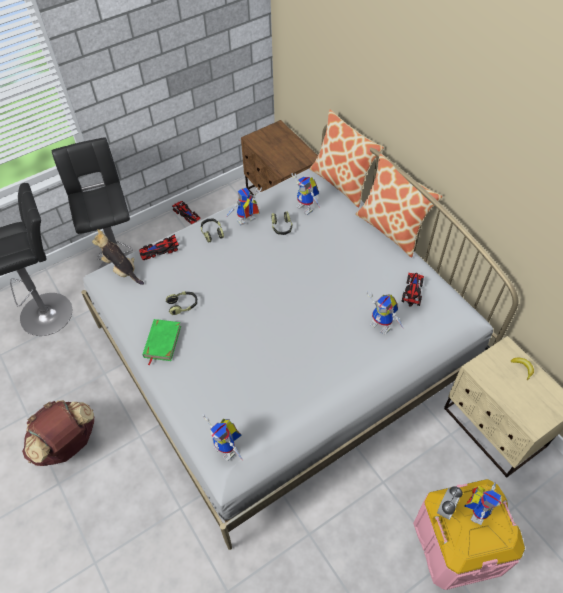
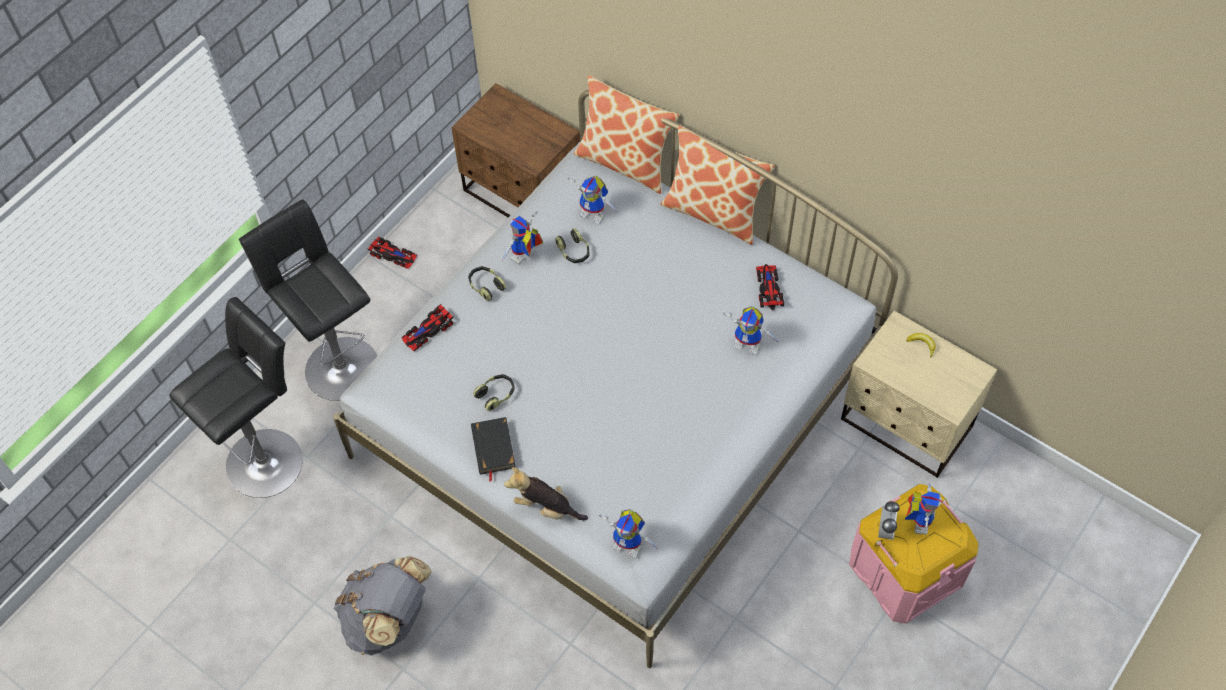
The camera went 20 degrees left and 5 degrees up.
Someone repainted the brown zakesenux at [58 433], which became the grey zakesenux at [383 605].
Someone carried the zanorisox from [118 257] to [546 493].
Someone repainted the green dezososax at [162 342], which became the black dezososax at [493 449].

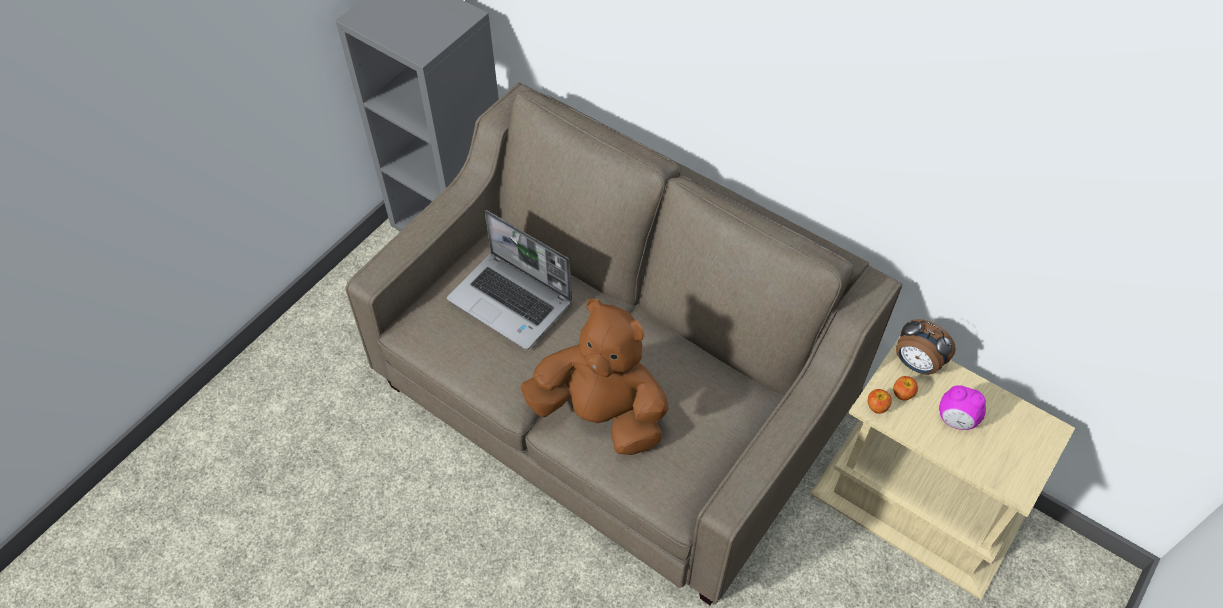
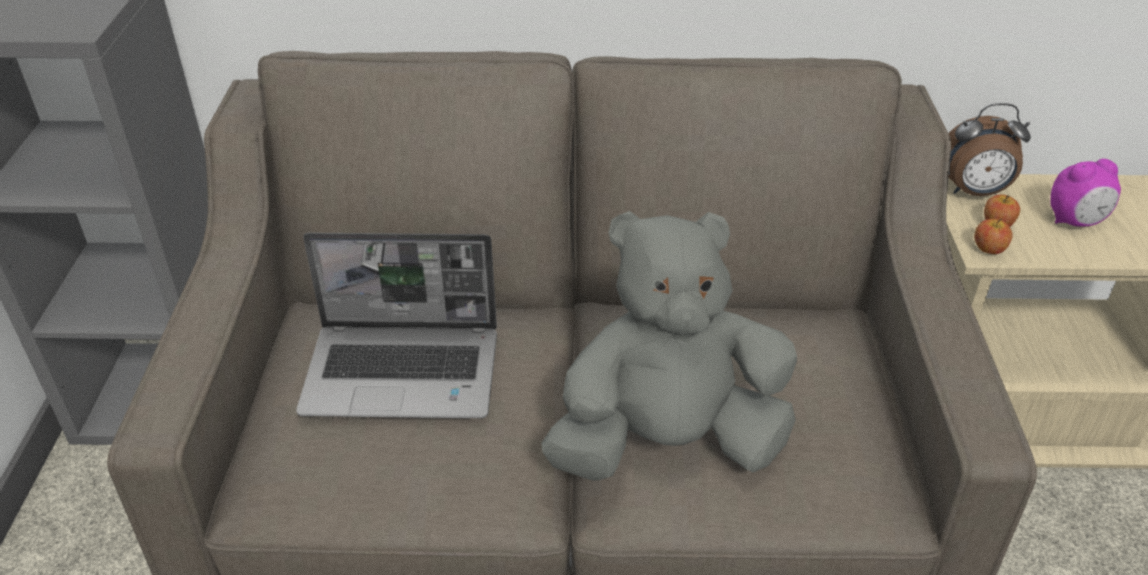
The camera went 35 degrees left and 15 degrees down.
Someone repainted the brown zanorisox at [594 377], which became the grey zanorisox at [669 346].

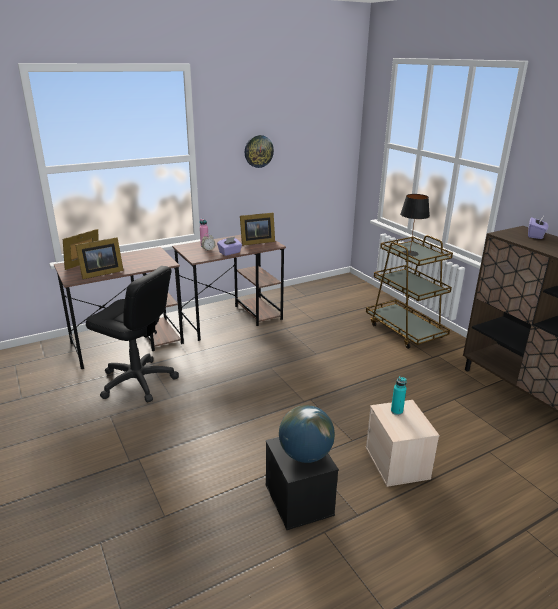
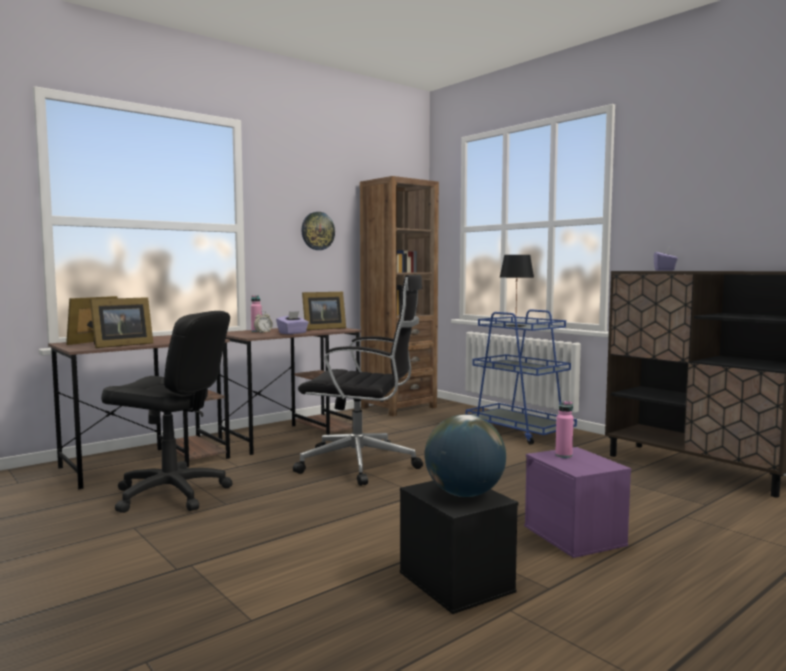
The camera went 10 degrees left and 20 degrees down.
Someone repainted the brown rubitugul at [409 292], which became the blue rubitugul at [521 377].
Someone repainted the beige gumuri at [402 443], which became the purple gumuri at [577 502].
Someone repainted the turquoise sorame at [399 395], which became the pink sorame at [564 429].
Someone put down the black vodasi at [358 380].
Someone put down the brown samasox at [399 296].

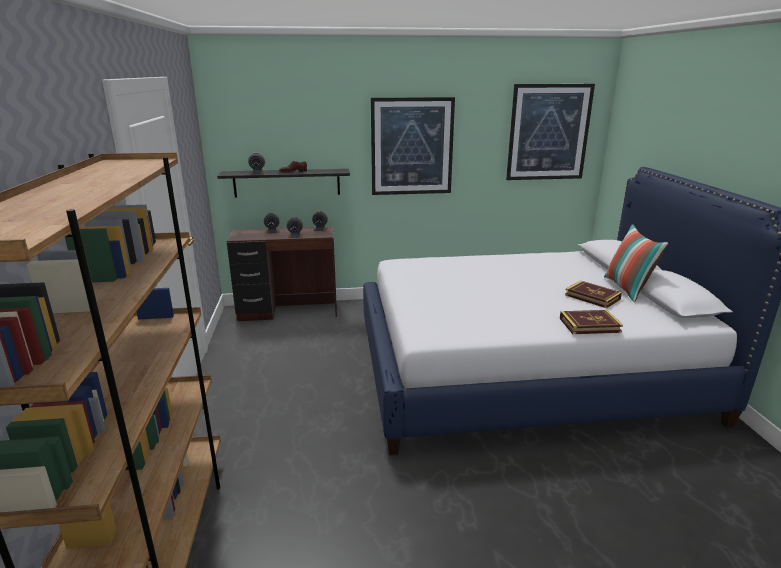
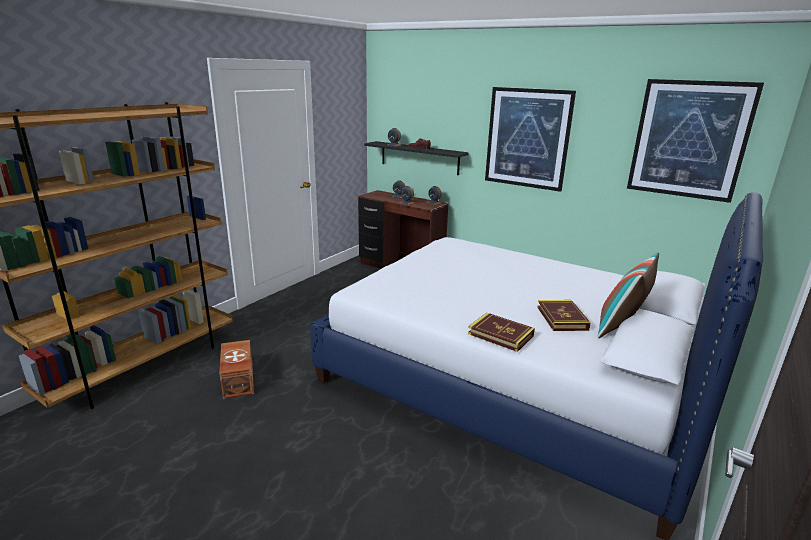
The camera went 40 degrees right and 0 degrees up.
Someone put down the brown gumuri at [236 369].

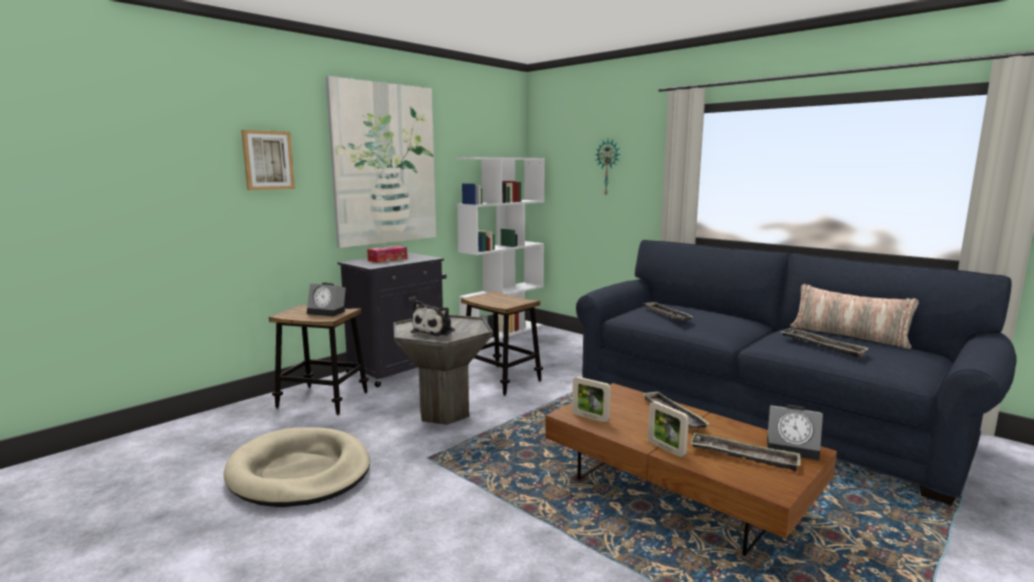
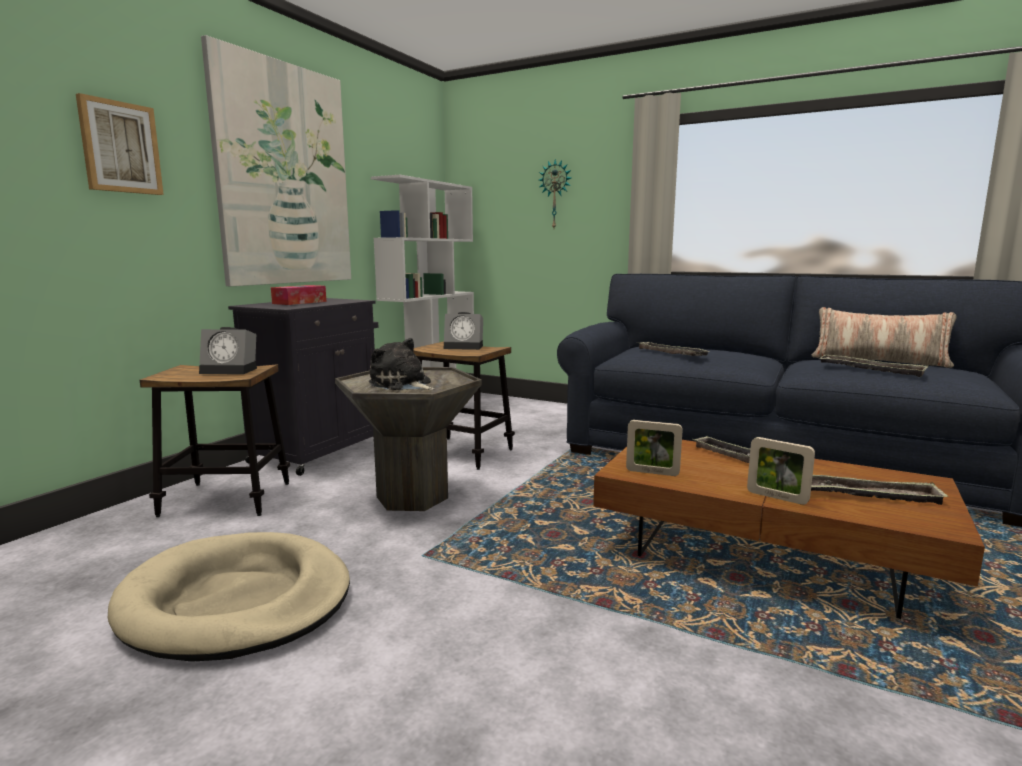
The camera went 15 degrees left and 0 degrees up.
Someone rotated the zanorisox at [433 318] by 120 degrees clockwise.
Someone carried the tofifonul from [795 432] to [463 331].

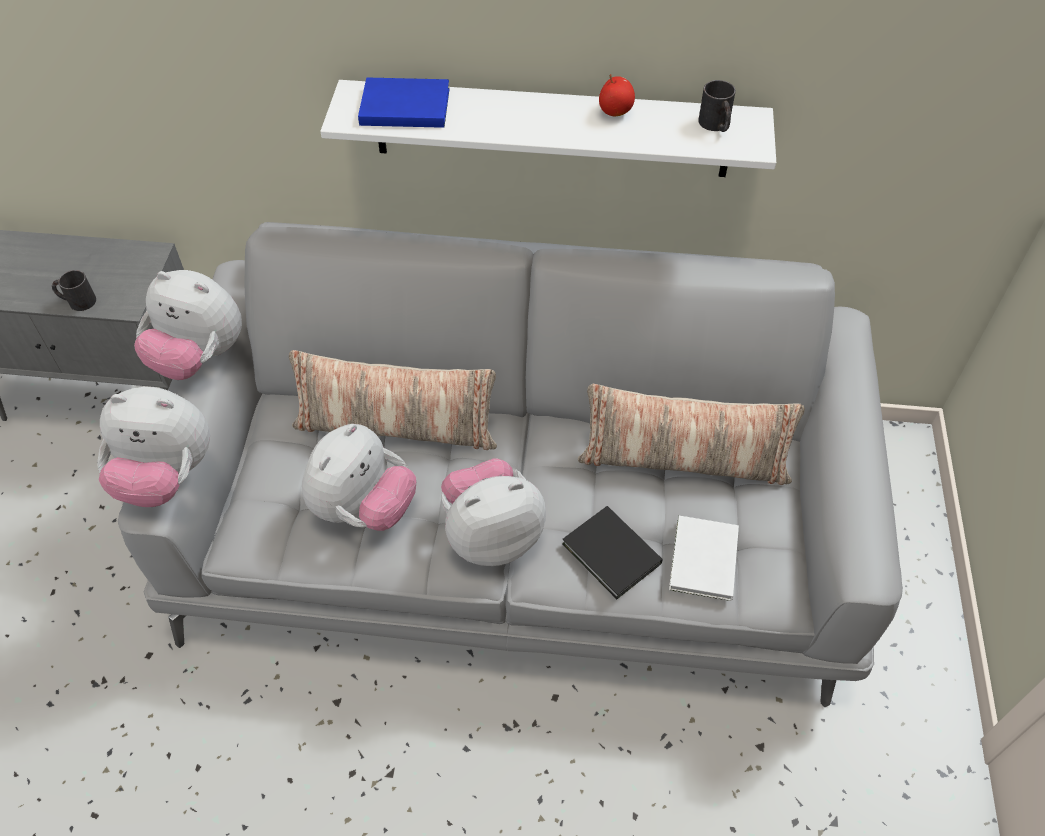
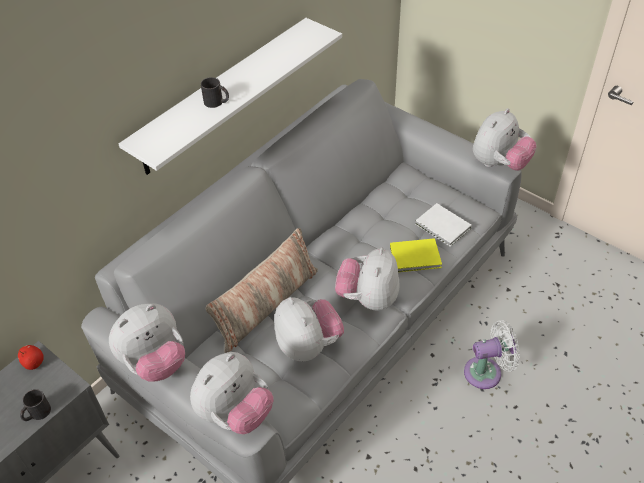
The camera went 55 degrees left and 5 degrees down.
Someone took away the blue dezososax at [404 103].
Someone repainted the black dezososax at [612 552], which became the yellow dezososax at [416 255].
Someone took away the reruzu at [691 434].
Someone carried the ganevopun from [617 95] to [31 357].
Someone carried the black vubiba from [717 106] to [215 92].
Someone put down the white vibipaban at [492 354].
Someone put down the zanorisox at [505 139].

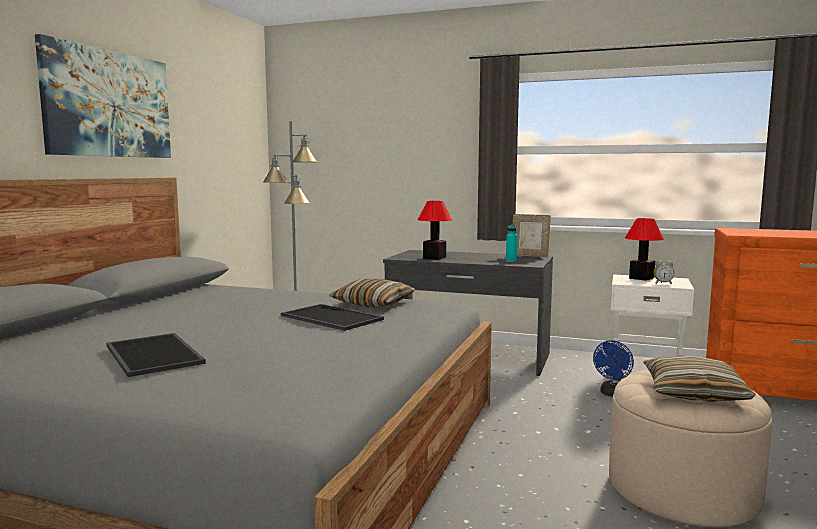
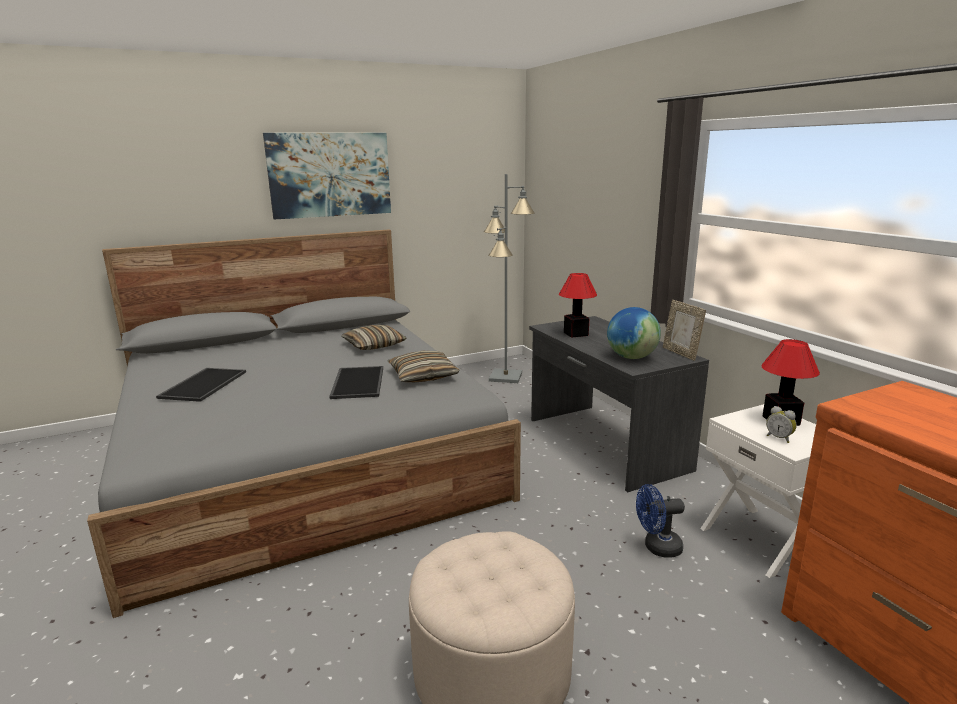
The camera went 45 degrees right and 10 degrees up.
Someone swapped the turquoise sorame at [512 243] for the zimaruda at [634 333].
Someone carried the reruzu from [699 379] to [373 337].

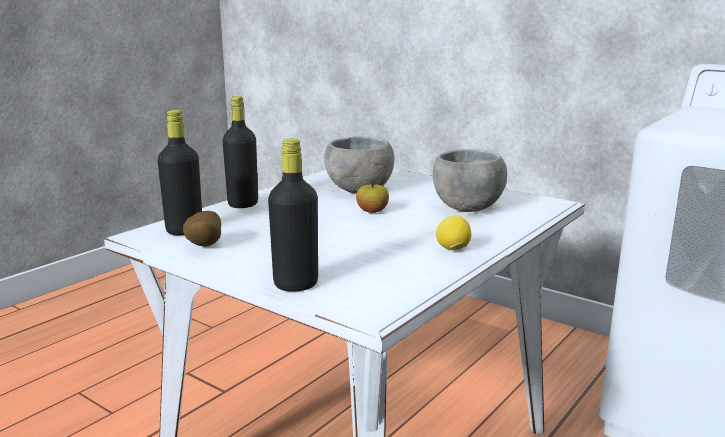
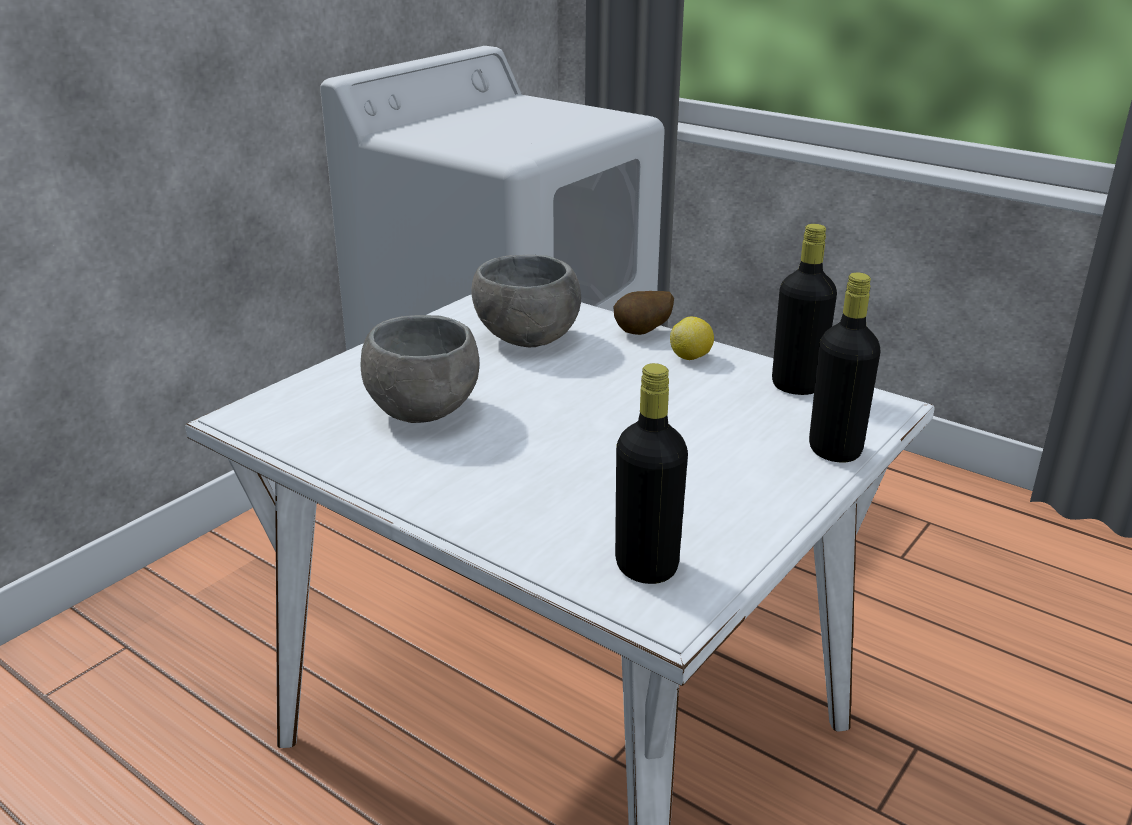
The camera went 90 degrees left and 10 degrees up.
Someone carried the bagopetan from [202 229] to [643 313].
Someone carried the black sorame from [240 152] to [804 309].
Someone took away the ganevopun at [372 198].

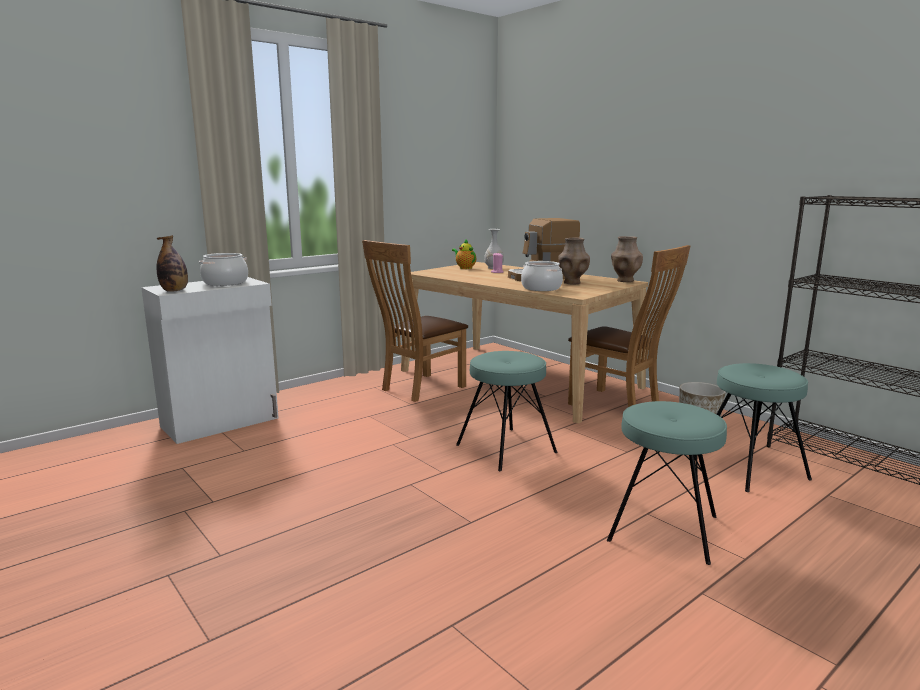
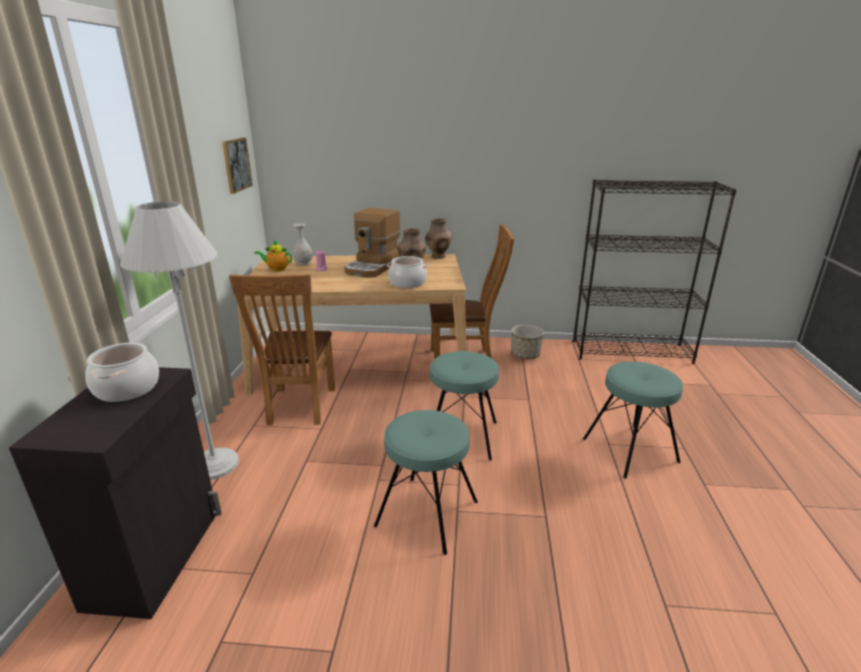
The camera went 45 degrees left and 10 degrees up.
Someone repainted the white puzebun at [210 360], which became the black puzebun at [115 493].
Someone took away the sorame at [172 263].
Someone carried the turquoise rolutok from [753 427] to [426 482].
Someone put down the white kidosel at [179 340].
Someone put up the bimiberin at [237 166].

